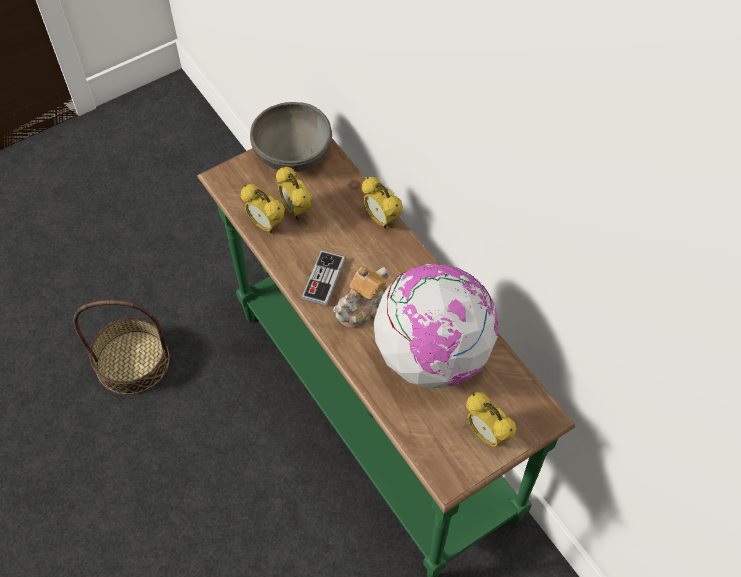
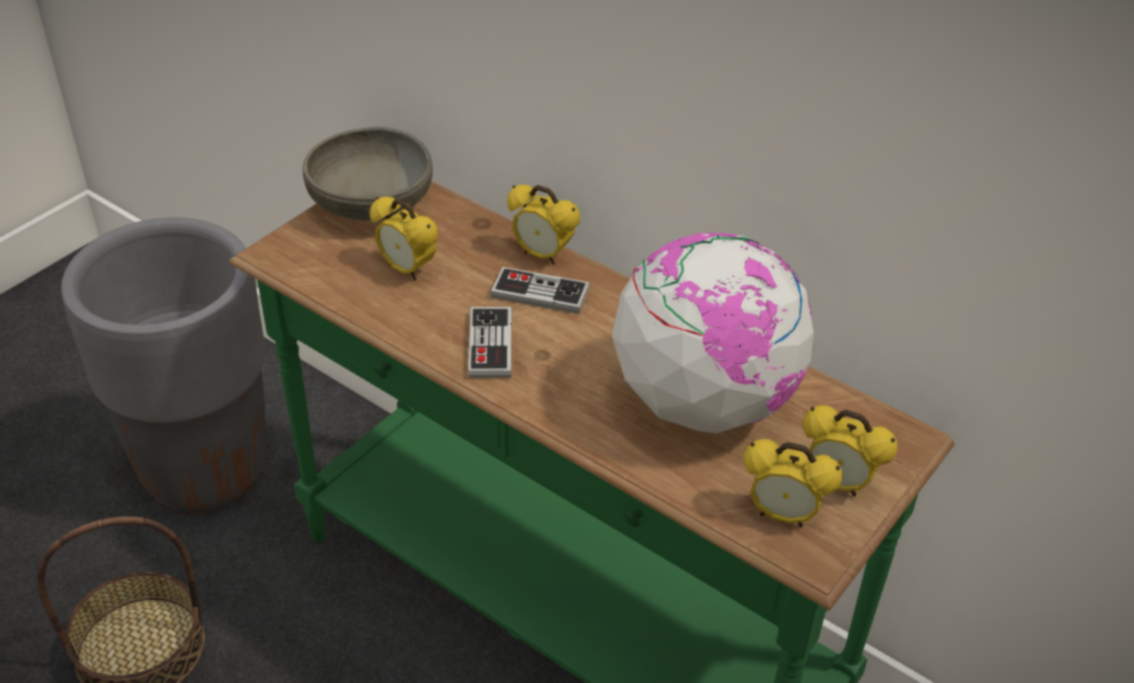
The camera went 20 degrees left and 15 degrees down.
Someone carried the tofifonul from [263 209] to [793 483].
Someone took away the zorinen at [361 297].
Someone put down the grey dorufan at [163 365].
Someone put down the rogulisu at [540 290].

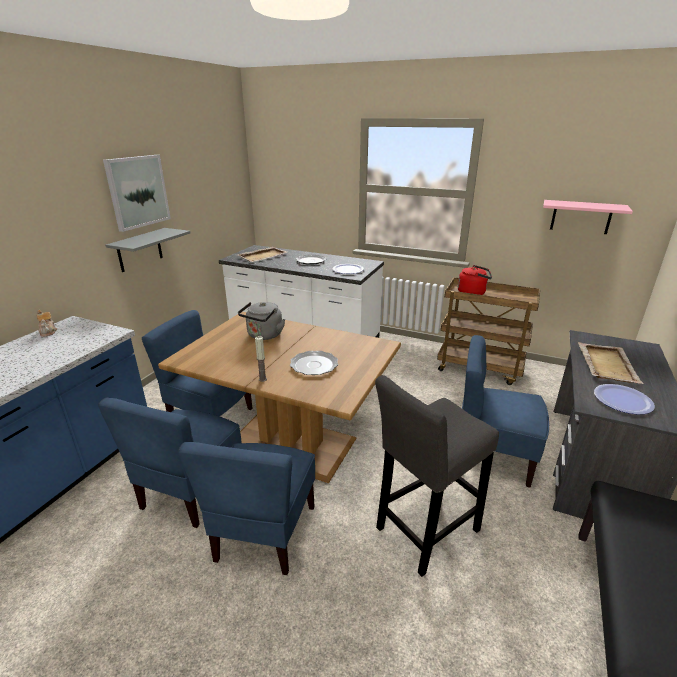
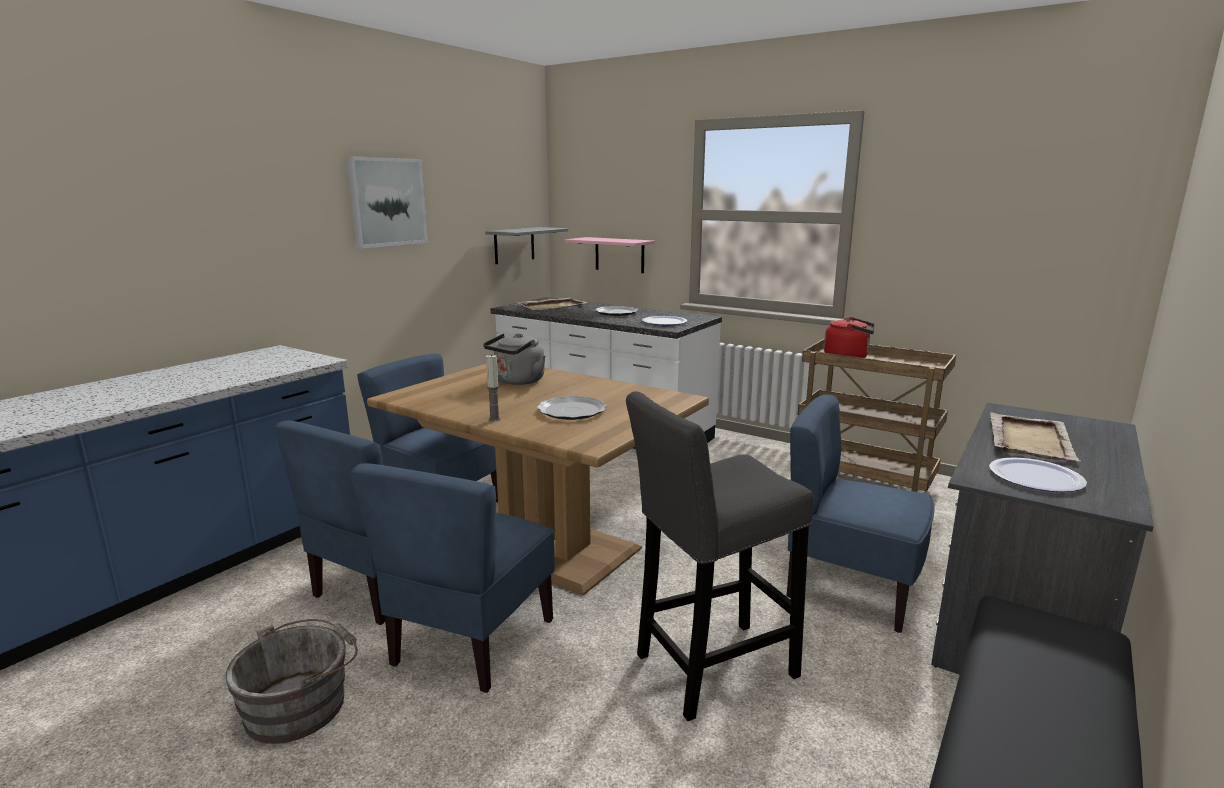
The camera went 10 degrees right and 10 degrees down.
Someone took away the zorinen at [47 323].
Someone carried the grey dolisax from [147 250] to [526 245].
Someone carried the pink dolisax from [588 217] to [610 255].
Someone put down the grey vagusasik at [292 681].

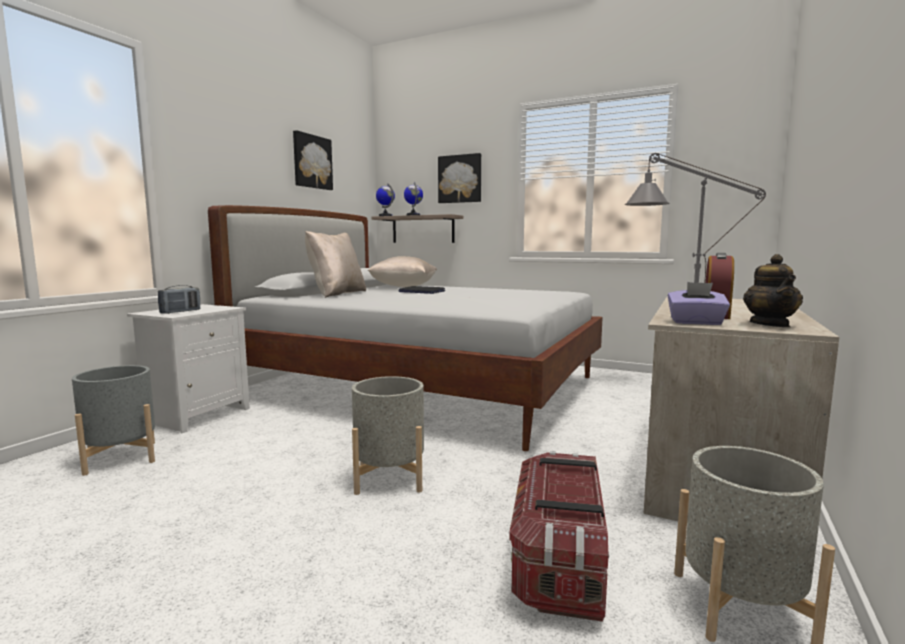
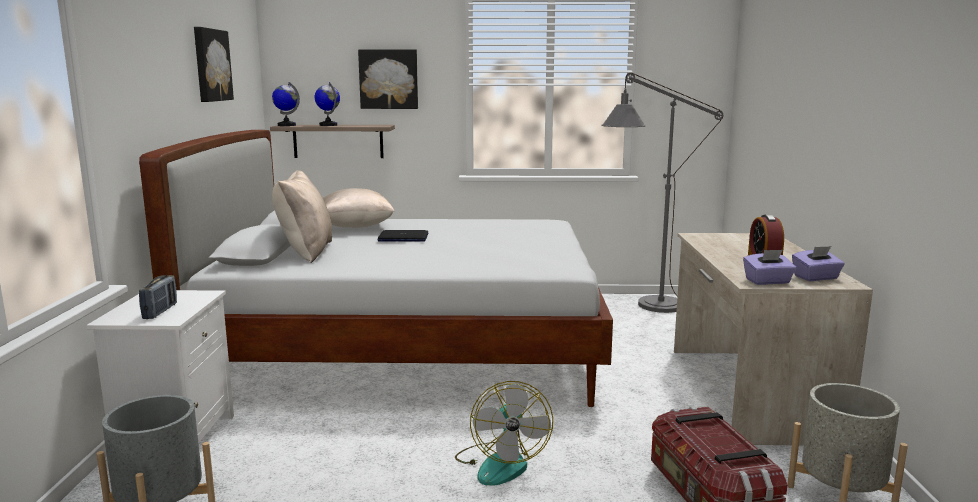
The camera went 25 degrees left and 5 degrees up.
Someone swapped the grey dorufan at [388 435] for the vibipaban at [504 433].
Someone swapped the zorinen at [773 290] for the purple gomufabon at [818 263].

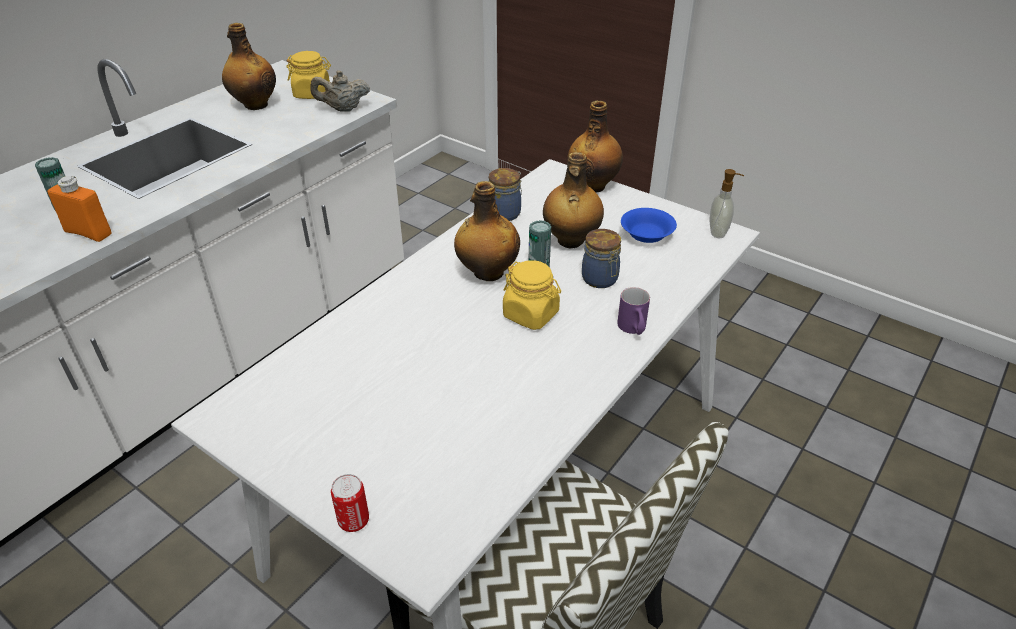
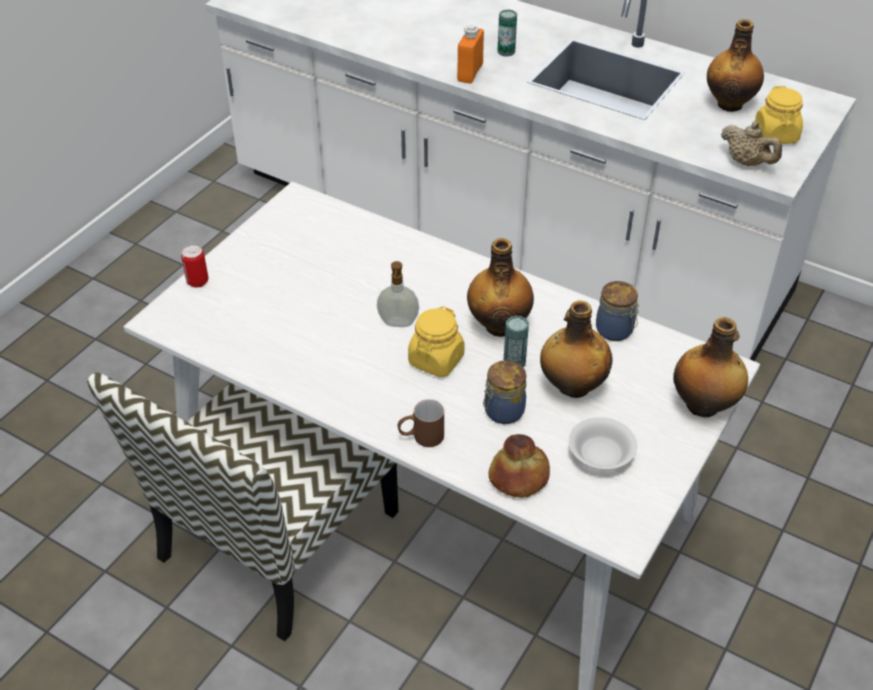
The camera went 85 degrees right and 5 degrees up.
Someone rotated the beige zorinen at [340 91] by 150 degrees clockwise.
Someone repainted the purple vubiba at [633 311], which became the brown vubiba at [421 423].
Someone repainted the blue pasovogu at [649 225], which became the white pasovogu at [603 443].
Someone carried the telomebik from [726 203] to [398 294].
Someone put down the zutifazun at [519 466].

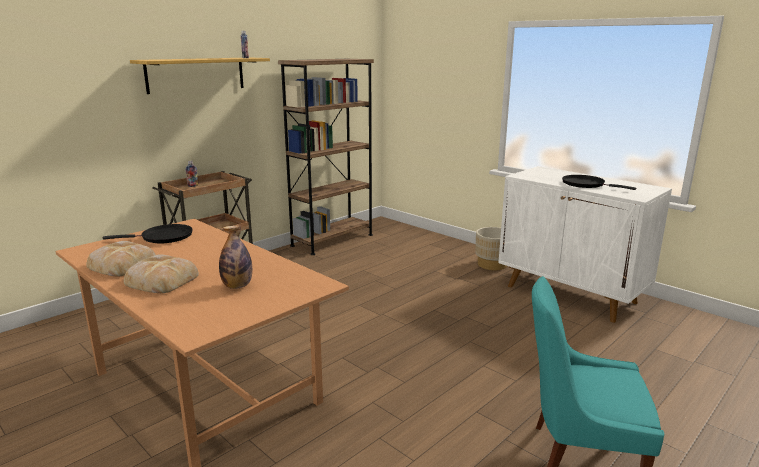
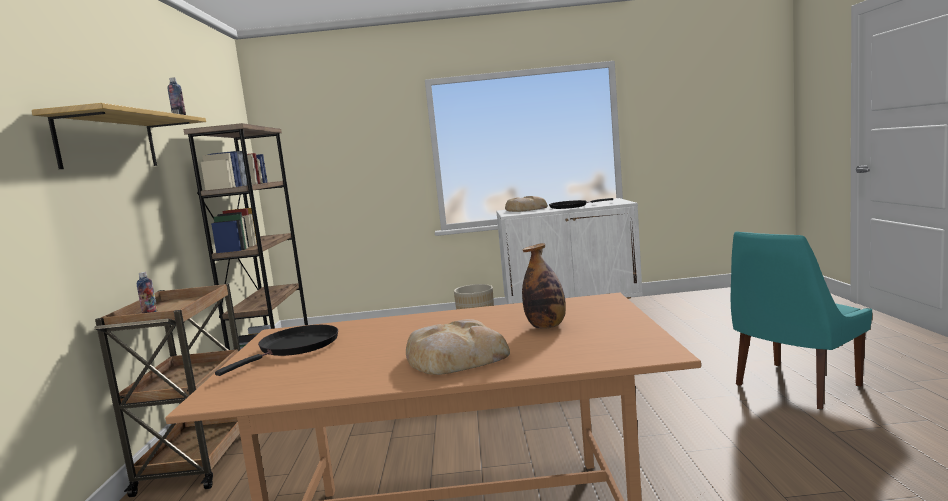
The camera went 45 degrees left and 10 degrees down.
Someone carried the zutifazun from [121 258] to [526 204].

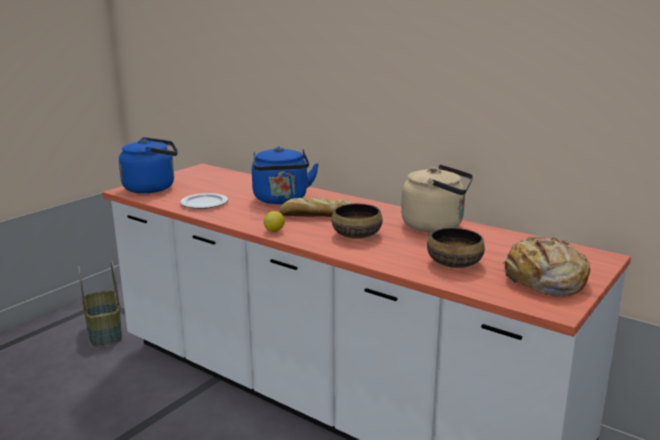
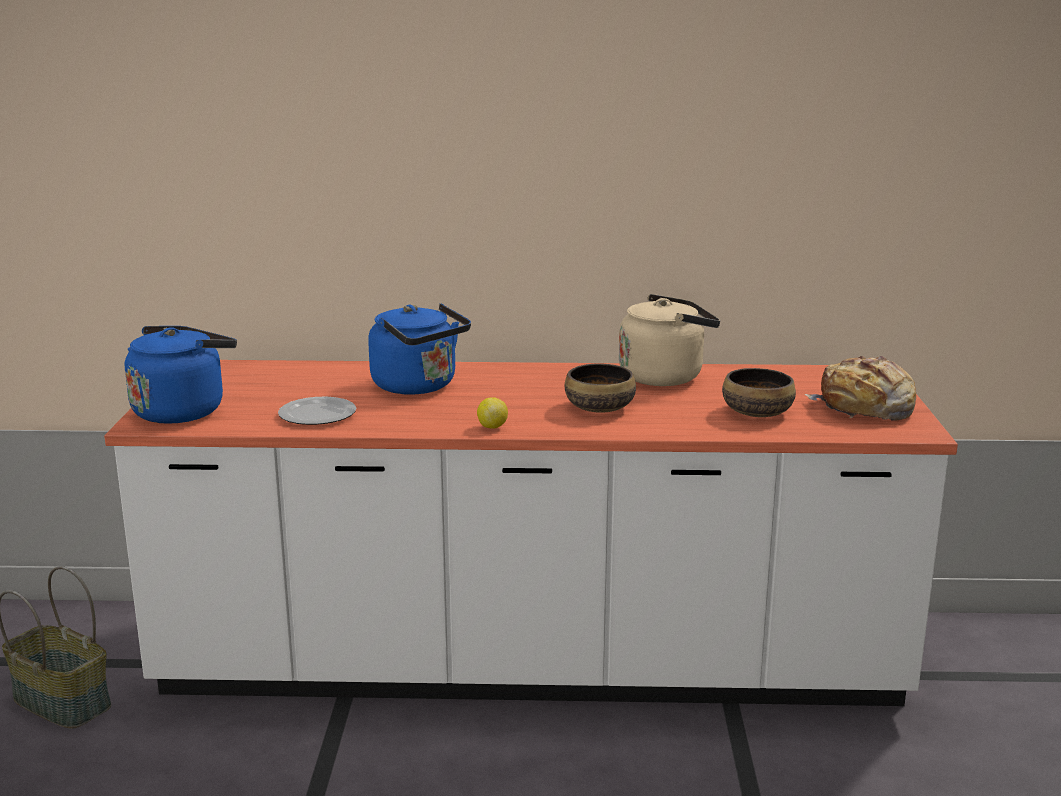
The camera went 35 degrees left and 0 degrees up.
Someone took away the zutifazun at [316 207].

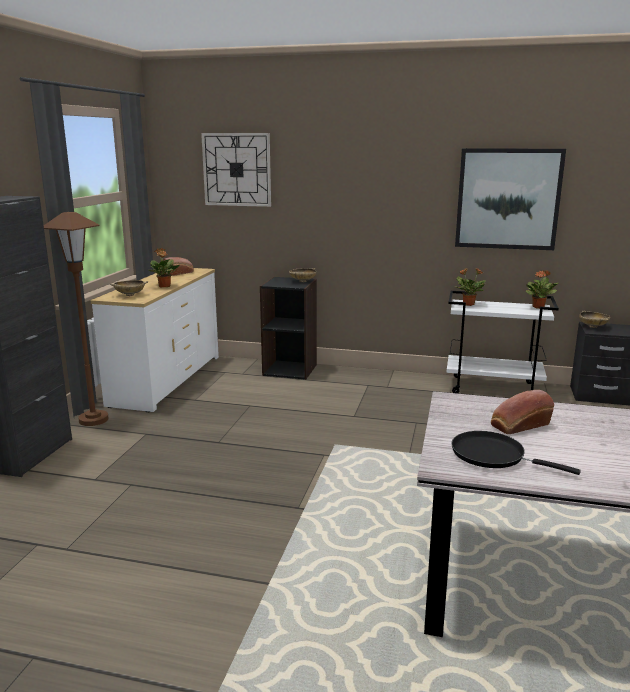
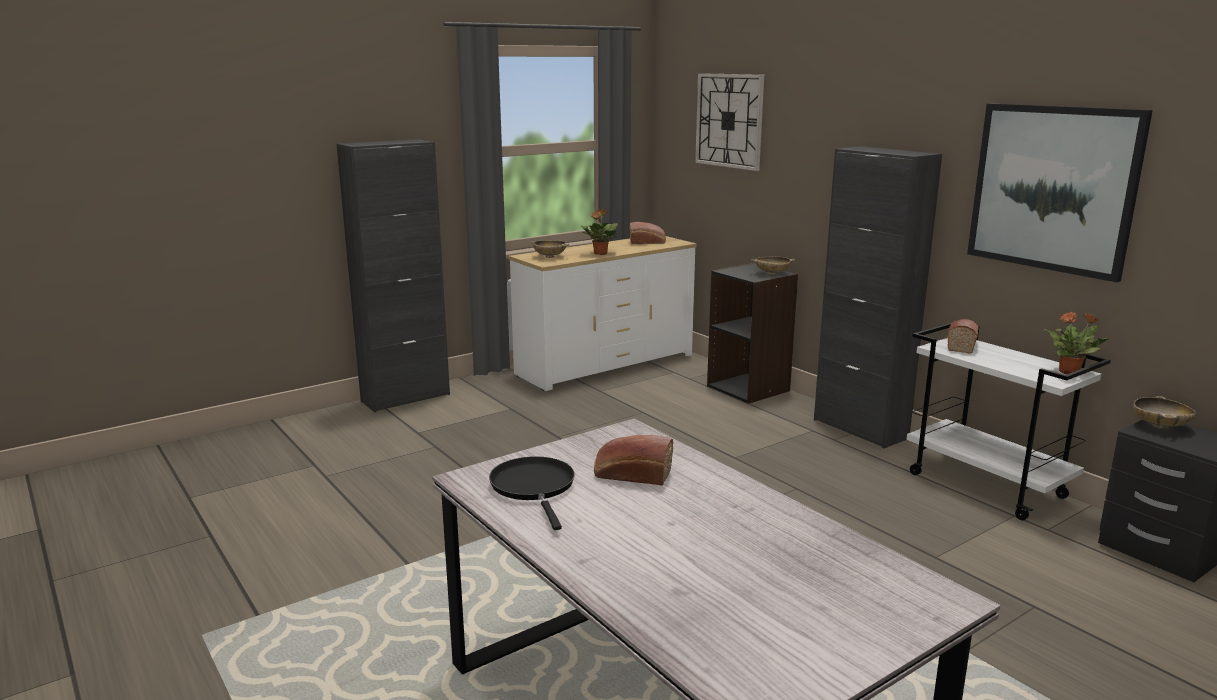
The camera went 40 degrees right and 0 degrees up.
Someone took away the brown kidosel at [76 319].
Someone swapped the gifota at [471 287] for the zutifazun at [963 336].
Someone put down the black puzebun at [878 297].

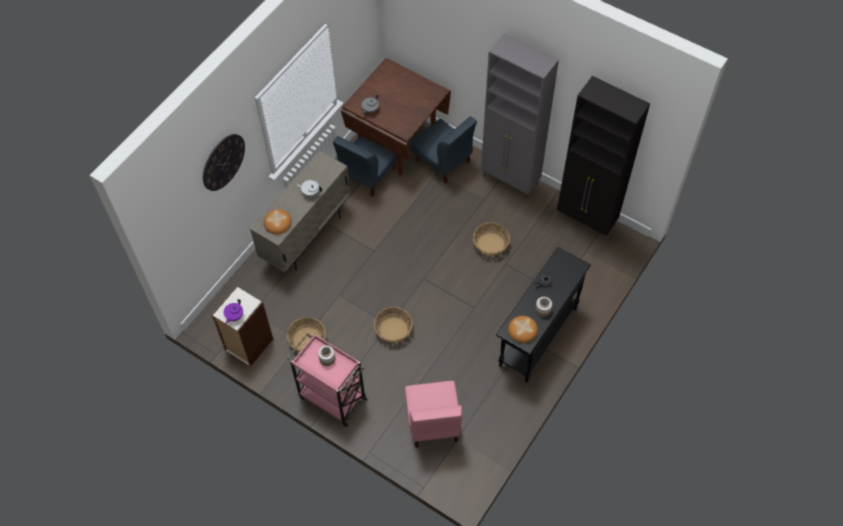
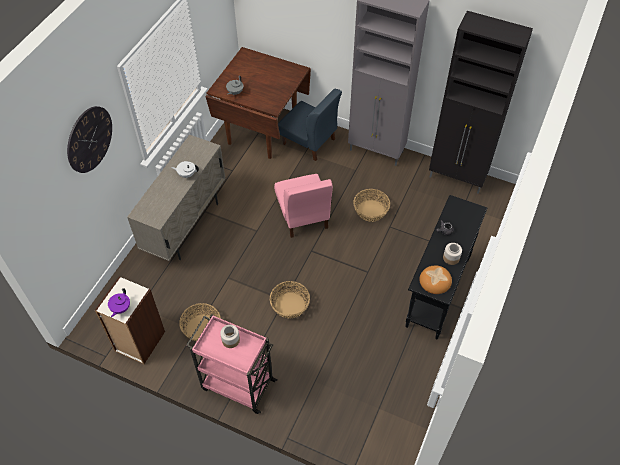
The camera went 10 degrees left and 5 degrees down.
Someone took away the zutifazun at [278 221].
Someone took away the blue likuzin at [365 166].
Someone carried the pink likuzin from [433 414] to [303 206].

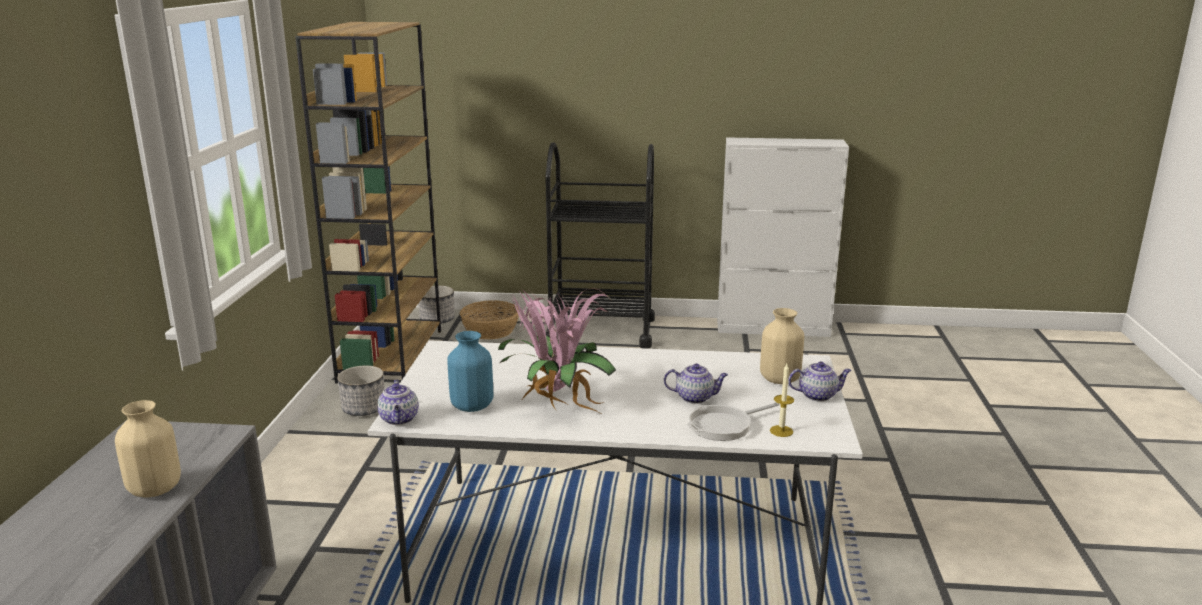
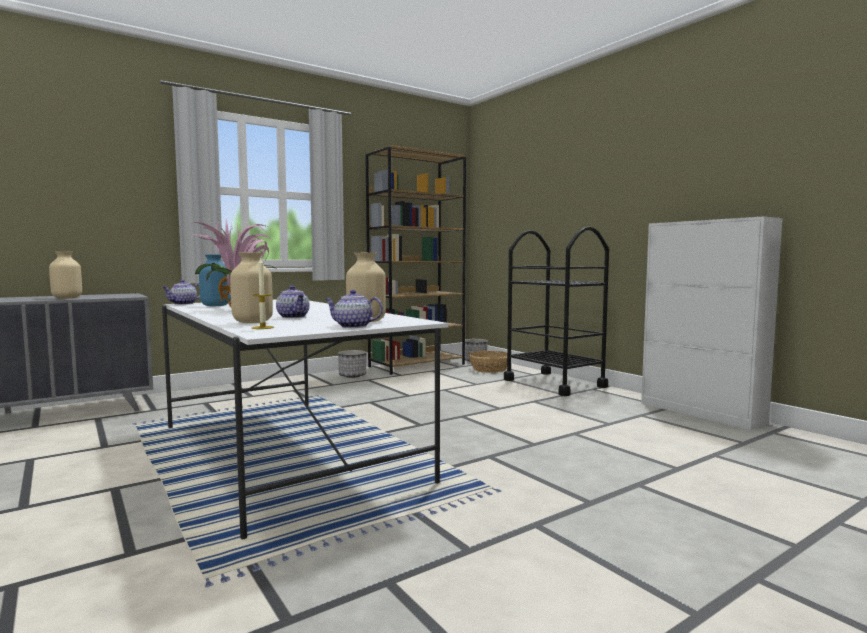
The camera went 50 degrees right and 15 degrees down.
Someone swapped the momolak at [733 421] for the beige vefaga at [251 287].
Someone rotated the zorinen at [819 381] by 150 degrees clockwise.

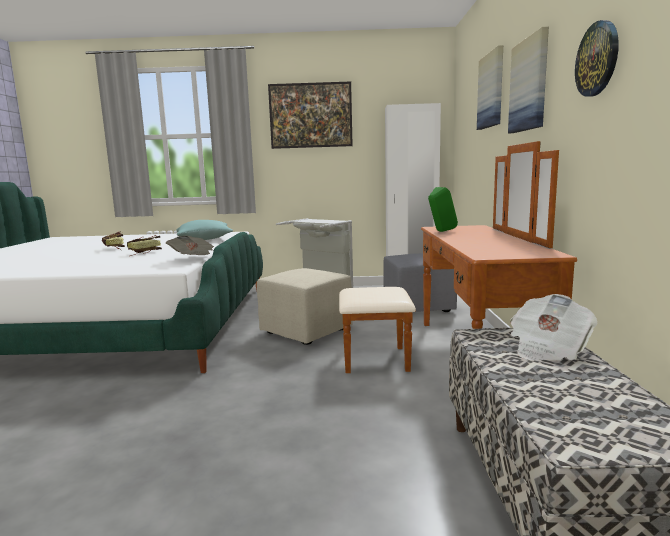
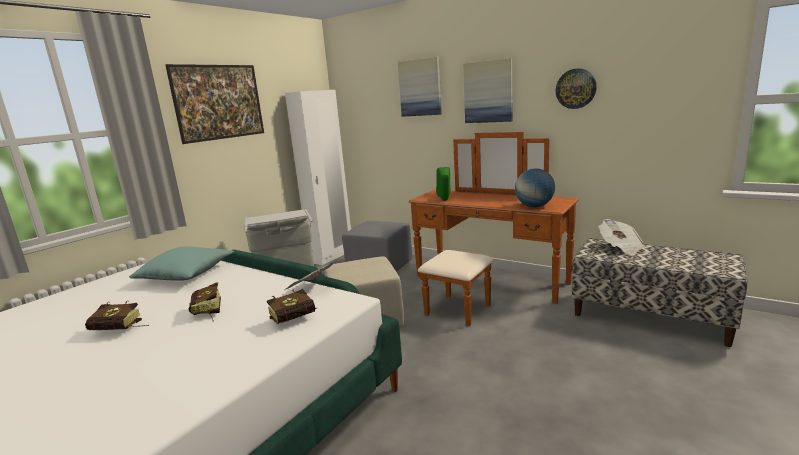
The camera went 55 degrees left and 5 degrees up.
Someone put down the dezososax at [292 306].
Someone put down the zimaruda at [535 187].

